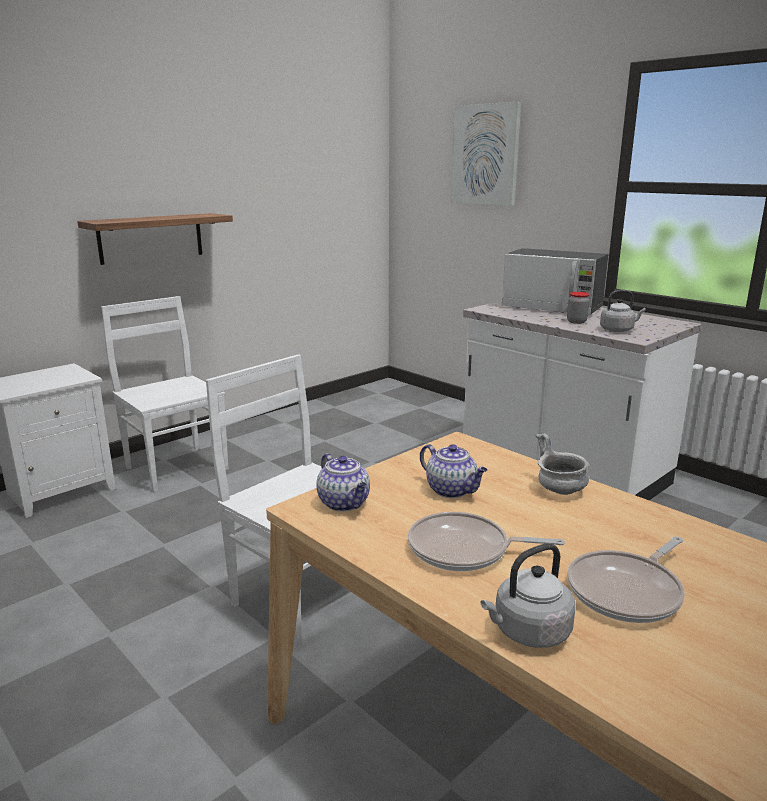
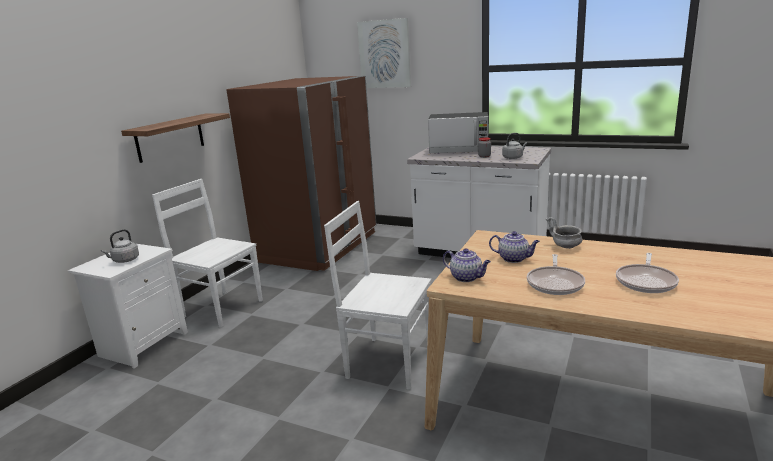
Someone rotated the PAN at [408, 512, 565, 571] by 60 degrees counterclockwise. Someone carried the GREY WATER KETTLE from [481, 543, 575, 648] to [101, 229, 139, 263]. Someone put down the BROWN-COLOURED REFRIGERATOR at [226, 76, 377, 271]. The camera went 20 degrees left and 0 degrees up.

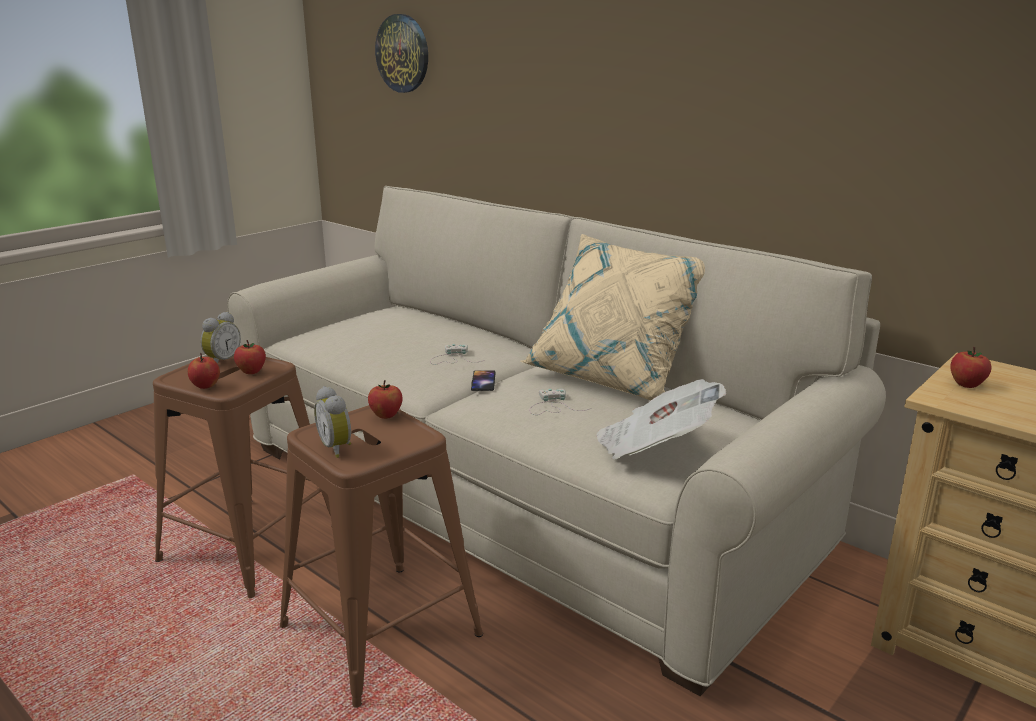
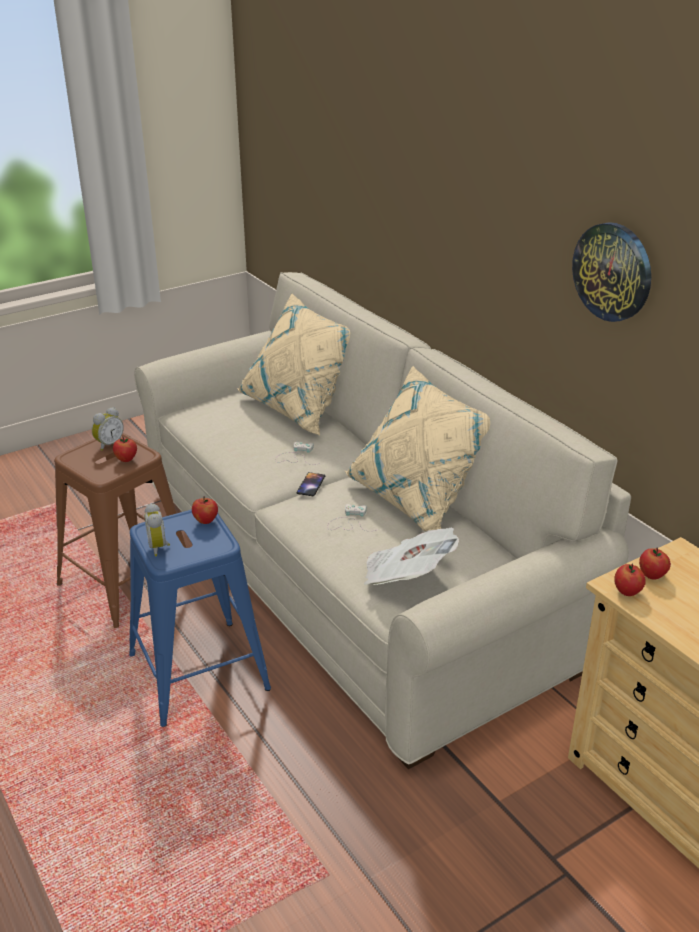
Someone carried the HANGING CLOCK from [375, 14, 428, 93] to [572, 222, 651, 322]. Someone carried the WHOLE APPLE from [188, 353, 220, 389] to [614, 564, 646, 596]. Someone repainted the BROWN-COLOURED SITTING STOOL at [280, 405, 483, 708], which became the BLUISH SITTING STOOL at [129, 510, 271, 727]. Someone put down the BEIGE CUSHION at [237, 293, 350, 436]. The camera went 15 degrees right and 10 degrees up.

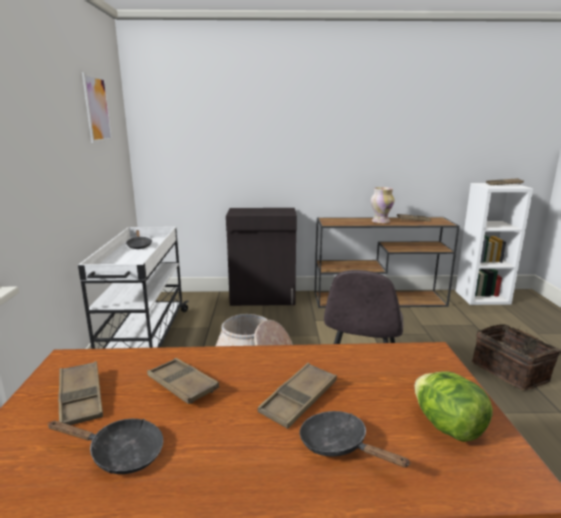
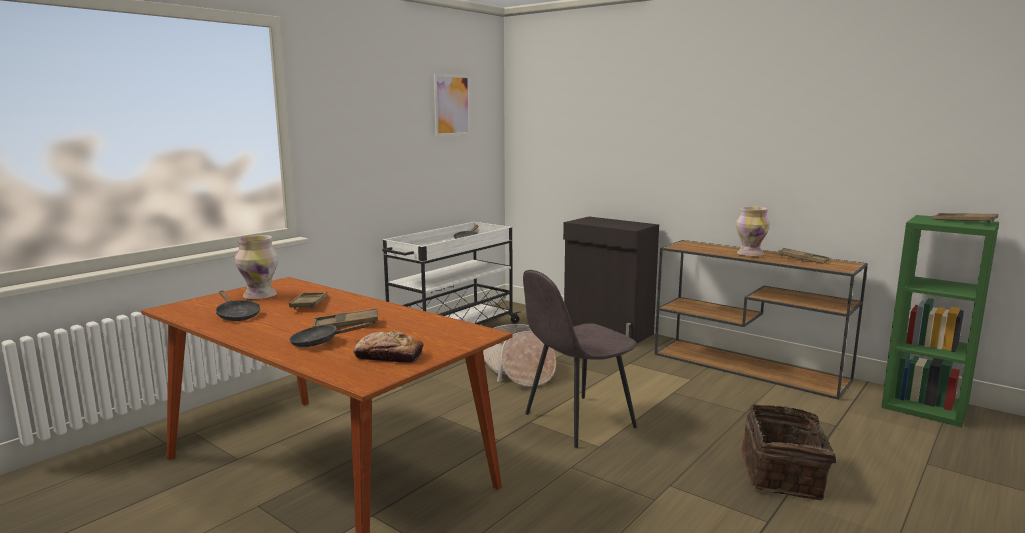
Someone repainted the WHITE BOOKCASE at [456, 183, 533, 305], which became the GREEN-COLOURED BOOKCASE at [881, 215, 999, 427]. Someone swapped the BROWN-COLOURED TRAY at [58, 361, 103, 425] for the VASE at [235, 235, 278, 299]. Someone swapped the LETTUCE HEAD at [415, 371, 493, 442] for the BAKERY BREAD at [353, 331, 423, 363]. Someone rotated the BLACK PAN at [300, 411, 411, 468] by 90 degrees counterclockwise. The camera went 40 degrees right and 5 degrees down.

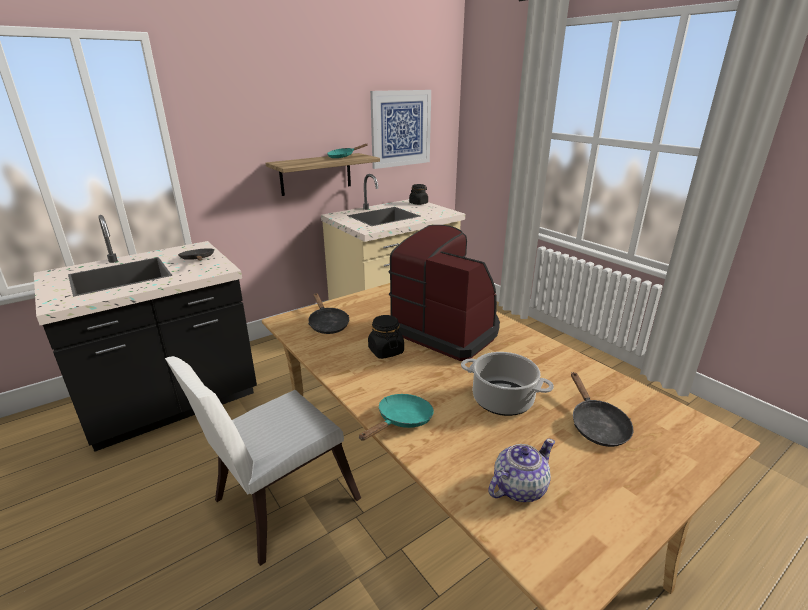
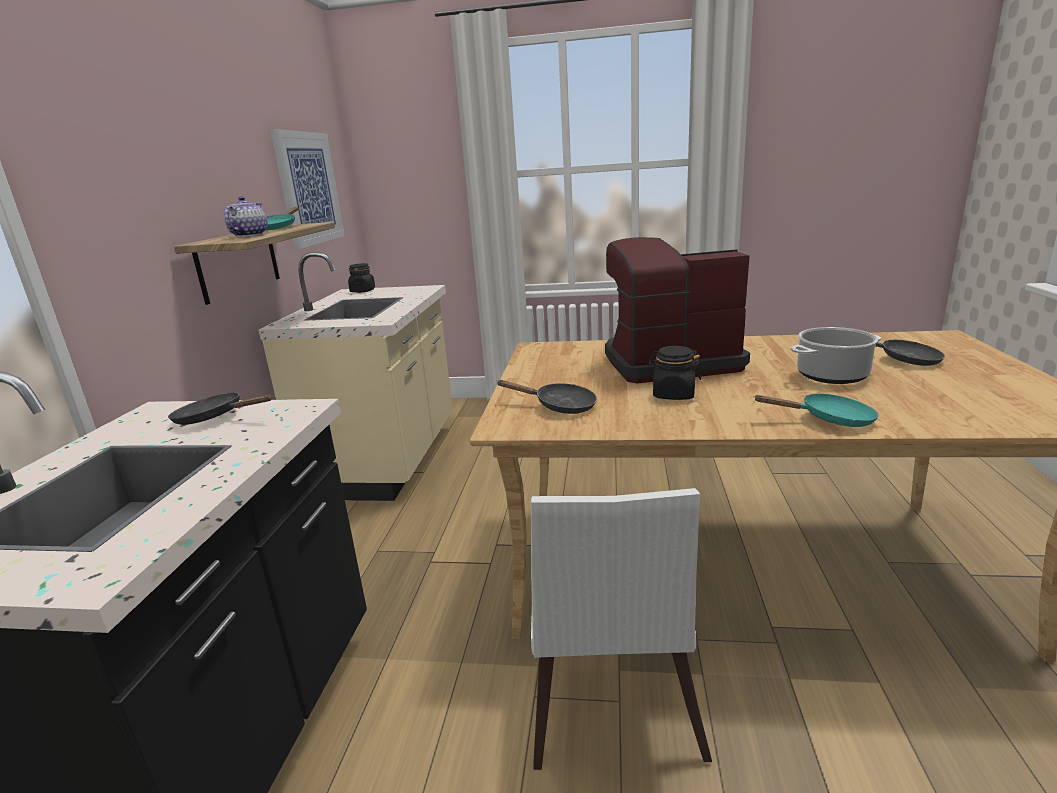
Someone rotated the TURQUOISE PAN at [359, 394, 434, 441] by 105 degrees clockwise. Someone carried the TEAPOT from [488, 439, 555, 502] to [225, 196, 267, 237]. The camera went 45 degrees left and 5 degrees down.

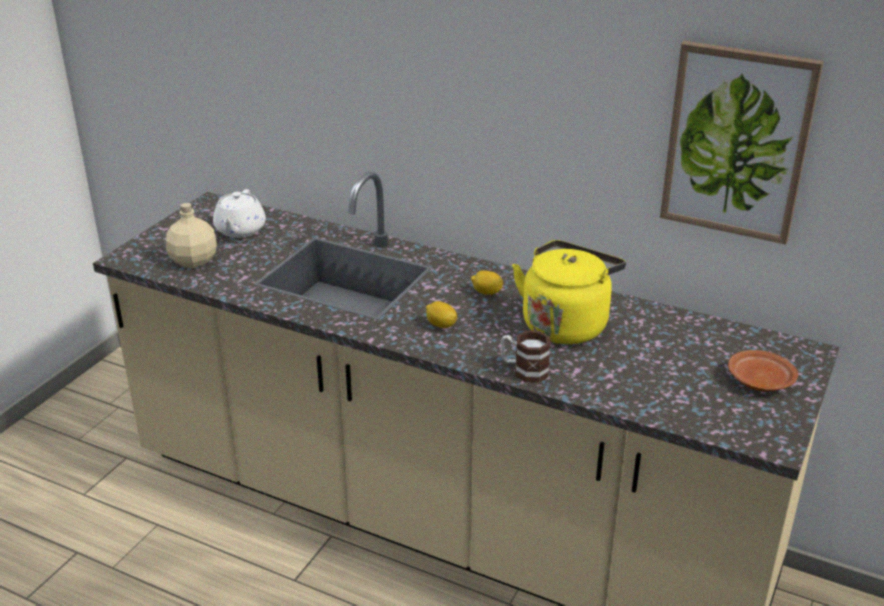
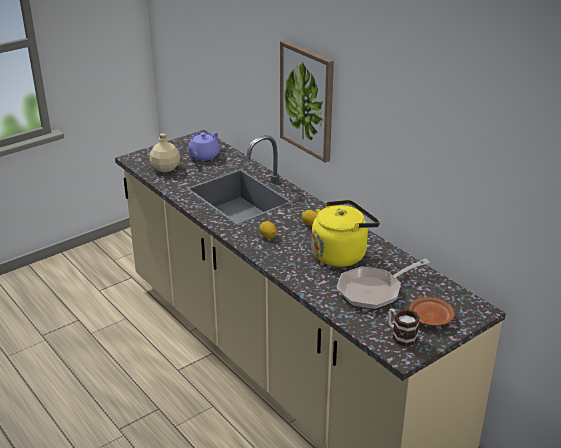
Someone carried the WALL PICTURE from [660, 41, 824, 245] to [280, 40, 334, 163]. Someone repainted the WHITE TEAPOT at [213, 189, 266, 238], which became the PURPLE-COLOURED TEAPOT at [187, 132, 220, 161]. Someone carried the TEA MUG from [501, 331, 551, 383] to [388, 308, 420, 347]. Someone put down the PAN at [337, 259, 430, 309]. The camera went 25 degrees right and 0 degrees up.

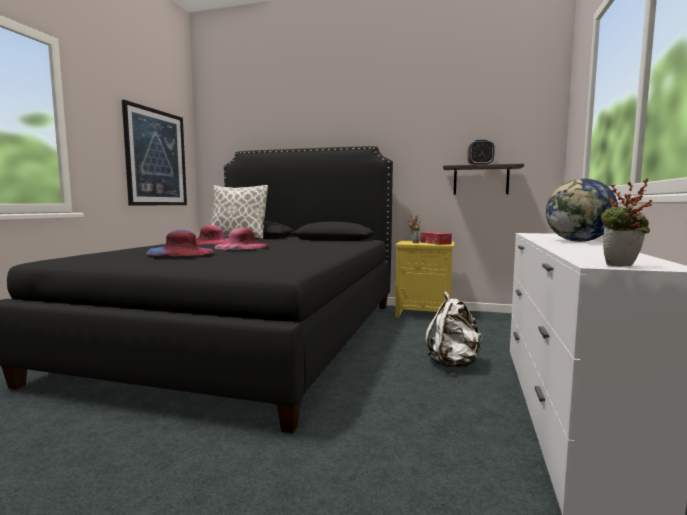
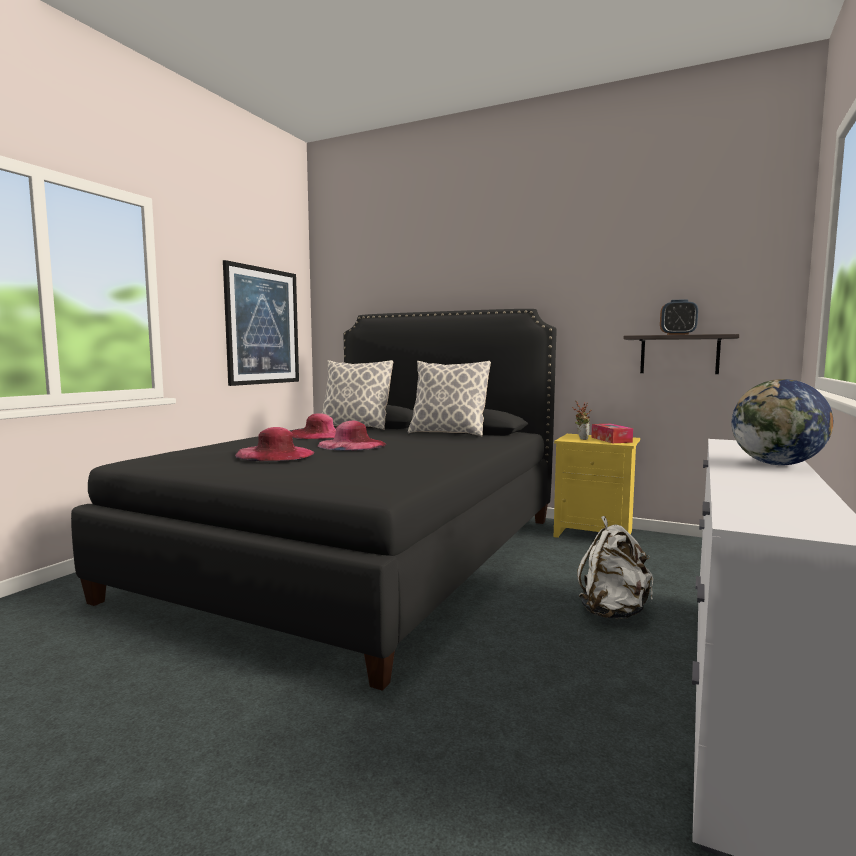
Someone took away the HOUSEPLANT at [601, 178, 652, 267]. Someone repainted the BLUISH CLOTHING HAT at [146, 230, 214, 256], which became the PINK CLOTHING HAT at [235, 427, 314, 461]. Someone put down the CUSHION at [408, 361, 491, 437]. The camera went 10 degrees right and 0 degrees up.

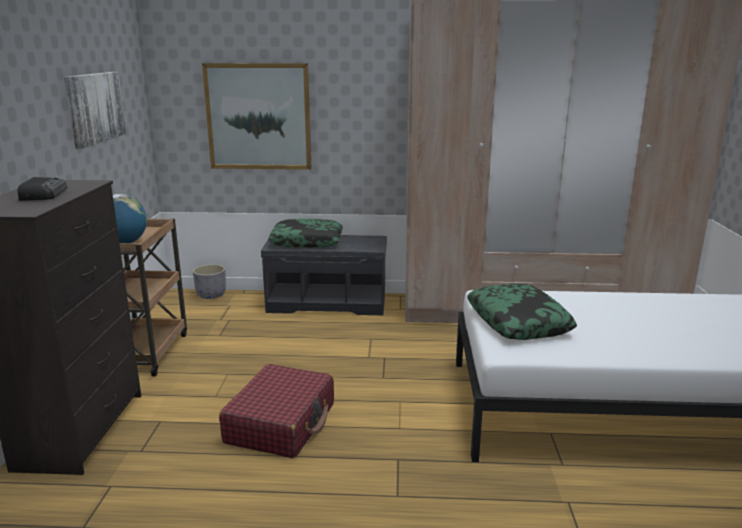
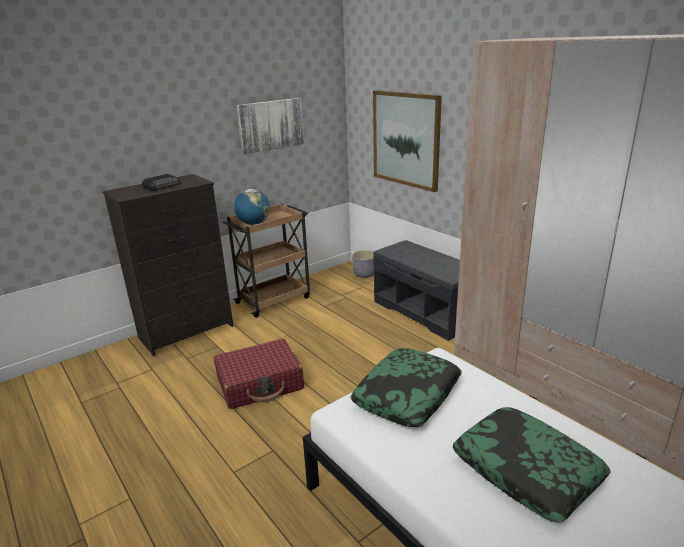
Someone carried the CUSHION from [268, 219, 343, 248] to [453, 407, 611, 522]. The camera went 50 degrees right and 5 degrees up.

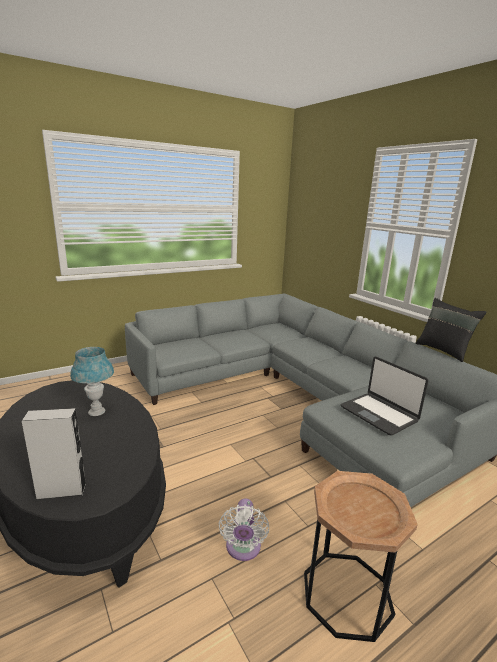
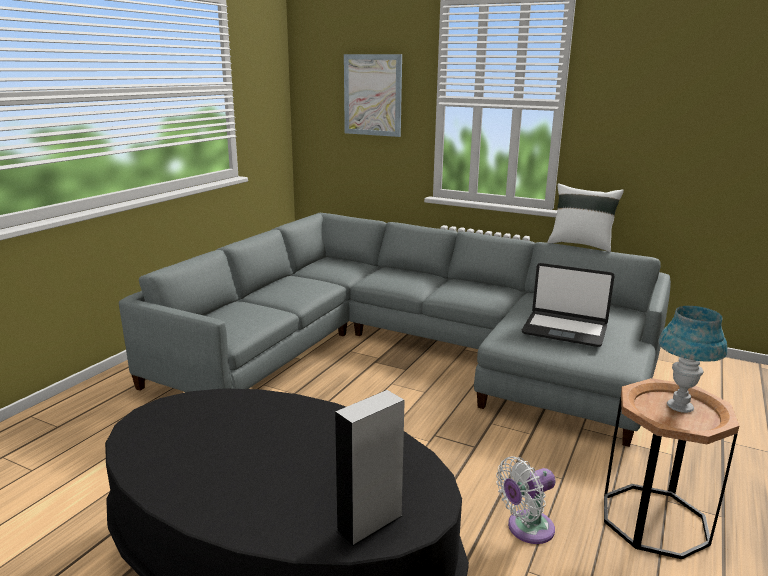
Someone repainted the BLACK CUSHION at [416, 298, 487, 362], which became the WHITE CUSHION at [547, 183, 624, 252]. Someone carried the BLUISH LAMP FOR A TABLE from [70, 347, 114, 416] to [658, 306, 727, 413]. Someone rotated the WHITE COOLING FAN at [219, 498, 269, 561] by 90 degrees clockwise. Someone put up the WALL PICTURE at [344, 54, 402, 137]. The camera went 30 degrees left and 0 degrees up.

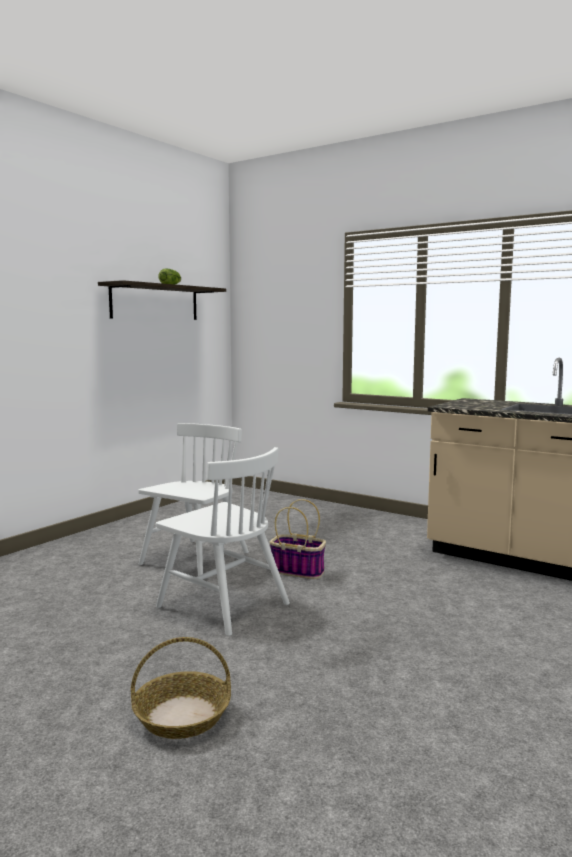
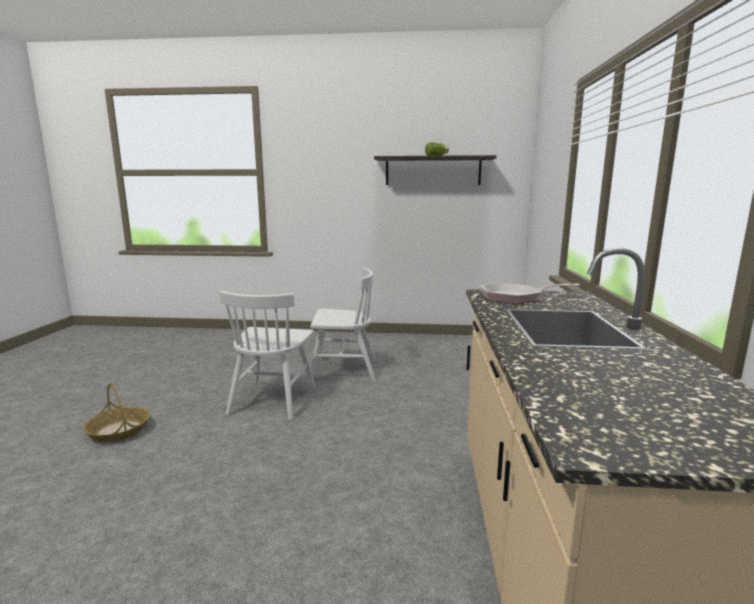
Someone took away the HOUSEHOLD BASKET at [270, 499, 326, 579]. Someone put down the PAN at [480, 282, 580, 304]. The camera went 60 degrees right and 5 degrees up.

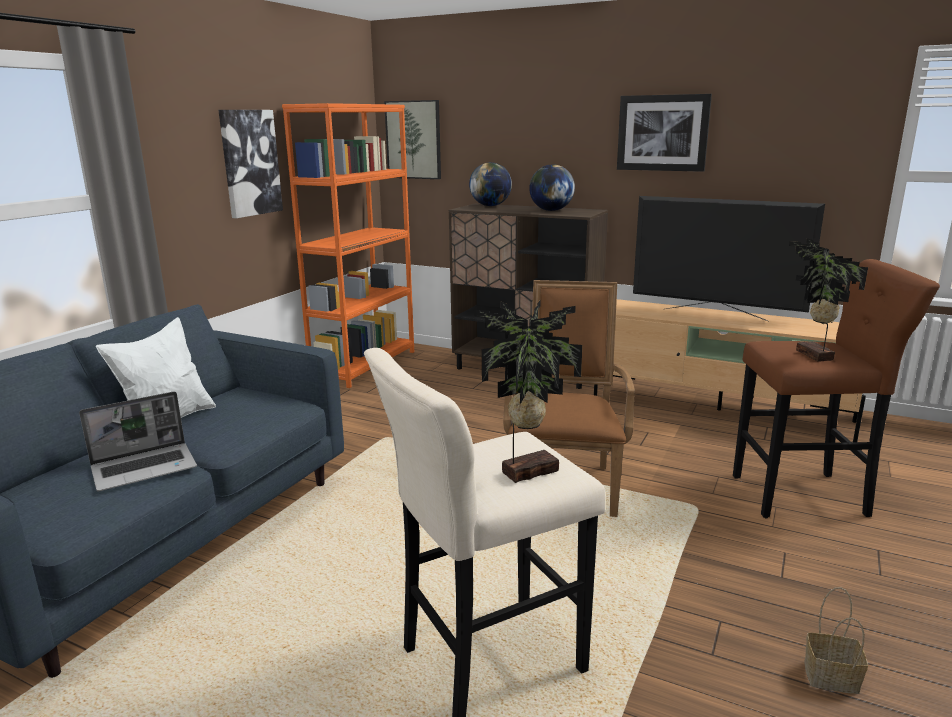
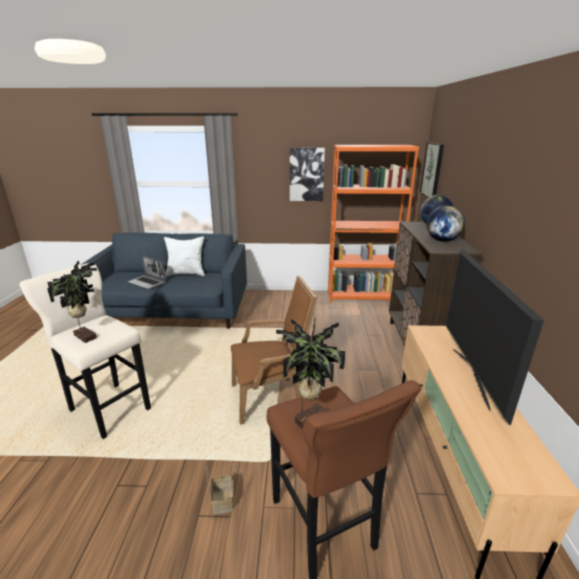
Someone took away the WALL PICTURE at [617, 94, 712, 172]. Someone carried the HOUSEHOLD BASKET from [804, 587, 868, 694] to [206, 463, 234, 514]. The camera went 65 degrees right and 5 degrees up.

